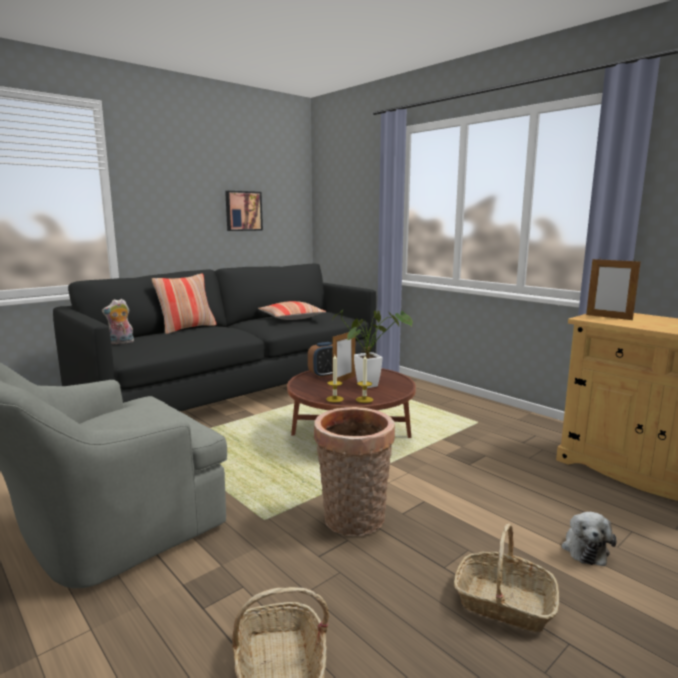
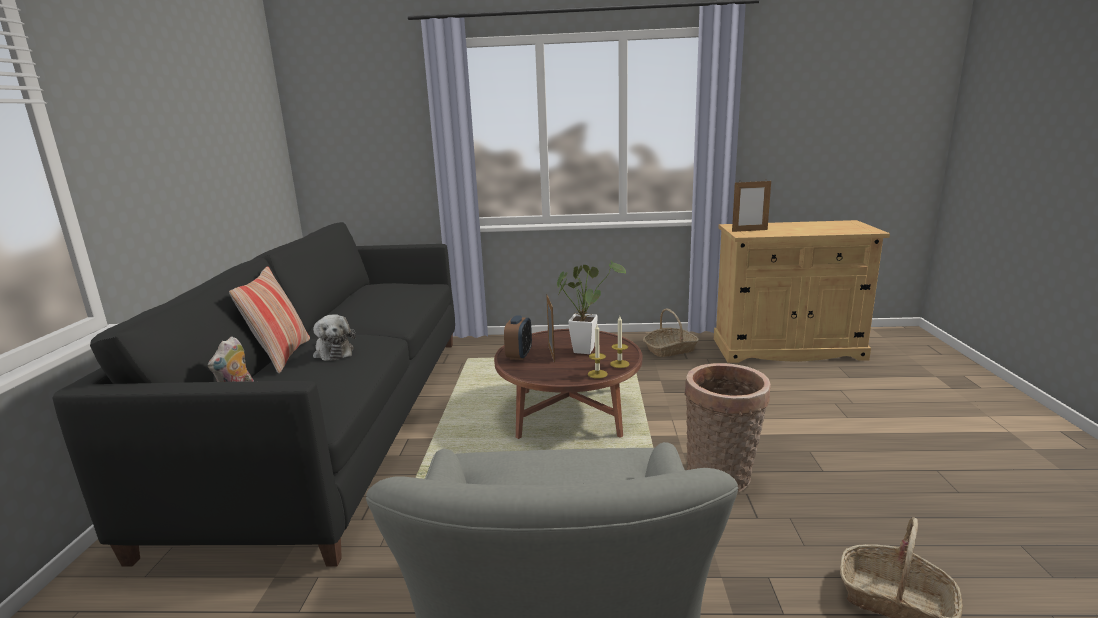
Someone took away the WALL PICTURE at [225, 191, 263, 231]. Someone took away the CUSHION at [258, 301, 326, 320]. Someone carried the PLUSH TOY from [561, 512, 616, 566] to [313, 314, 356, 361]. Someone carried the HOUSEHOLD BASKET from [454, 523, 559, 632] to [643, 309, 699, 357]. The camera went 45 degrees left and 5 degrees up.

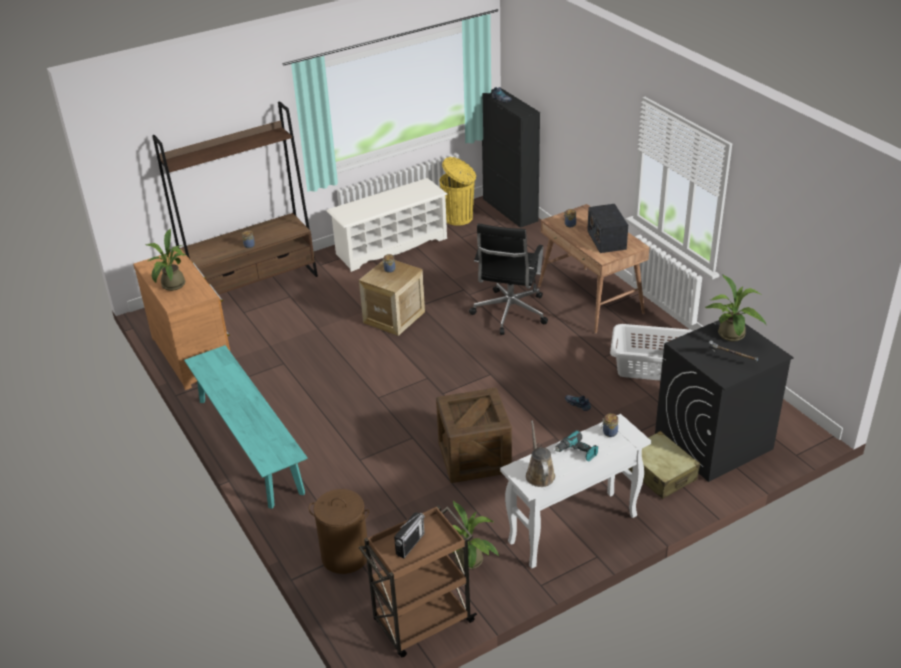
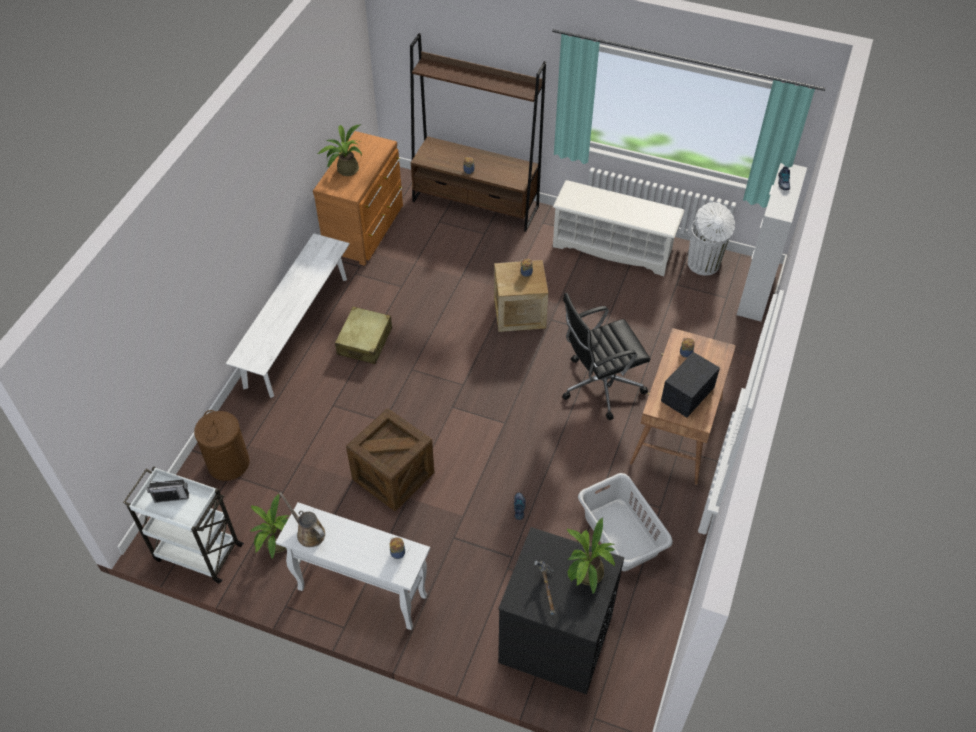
Someone repainted the BLACK CABINET at [482, 88, 540, 228], which became the WHITE CABINET at [737, 163, 807, 322]. Someone repainted the YELLOW-COLOURED RUBBISH BIN at [439, 157, 476, 226], which became the WHITE RUBBISH BIN at [688, 202, 735, 276]. Someone repainted the TURQUOISE BENCH at [184, 345, 308, 509], which became the WHITE BENCH at [226, 233, 350, 398]. Someone rotated the BROWN-COLOURED SPRINKLING CAN at [526, 421, 555, 487] by 90 degrees counterclockwise. Someone took away the ELECTRIC DRILL at [555, 430, 598, 461]. Someone carried the BEIGE SUITCASE from [628, 431, 700, 499] to [335, 307, 392, 364]. Someone repainted the BROWN-COLOURED WHEELED CART at [359, 505, 477, 657], which became the WHITE WHEELED CART at [123, 466, 244, 584]. The camera went 50 degrees right and 15 degrees up.

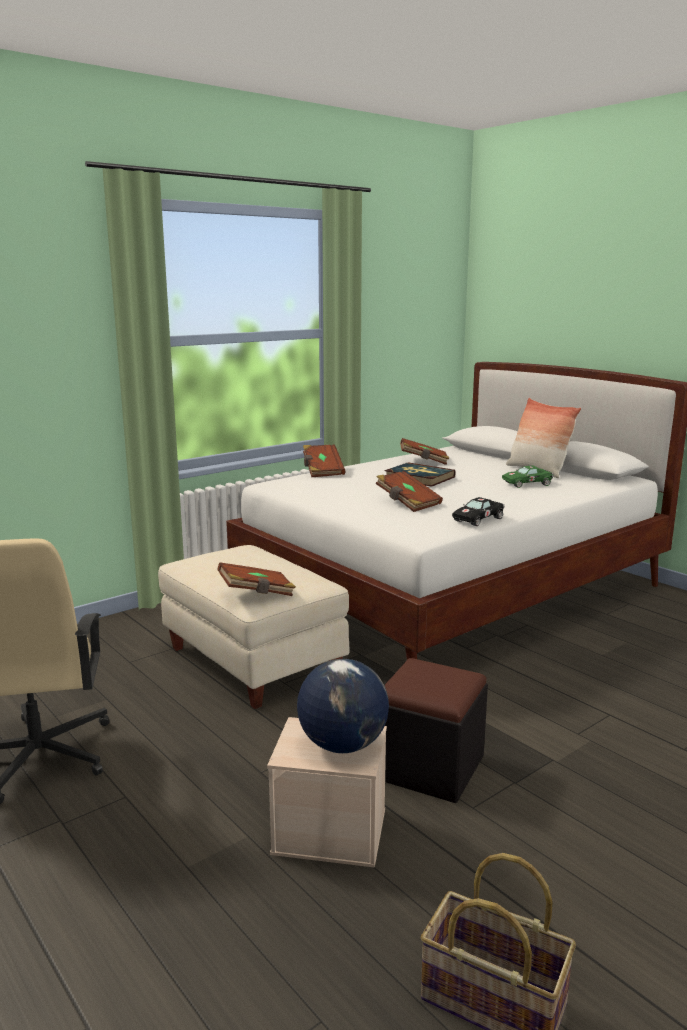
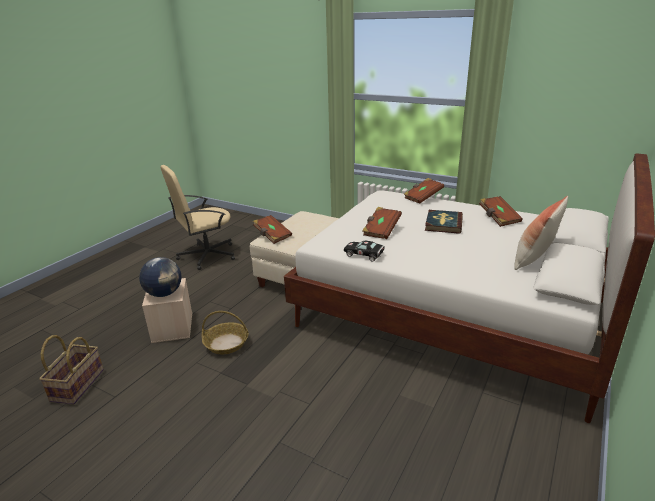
Someone took away the GREEN-COLOURED MINIATURE CAR at [502, 466, 553, 488]. Someone swapped the BLACK POUFFE at [385, 658, 488, 803] for the HOUSEHOLD BASKET at [202, 311, 248, 354]. The camera went 70 degrees right and 10 degrees up.

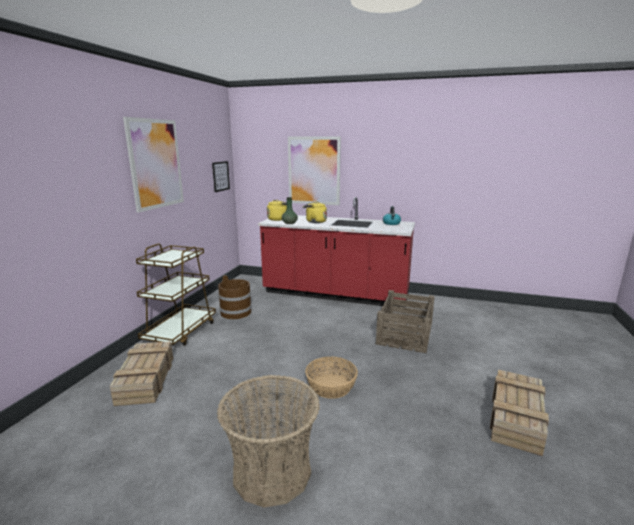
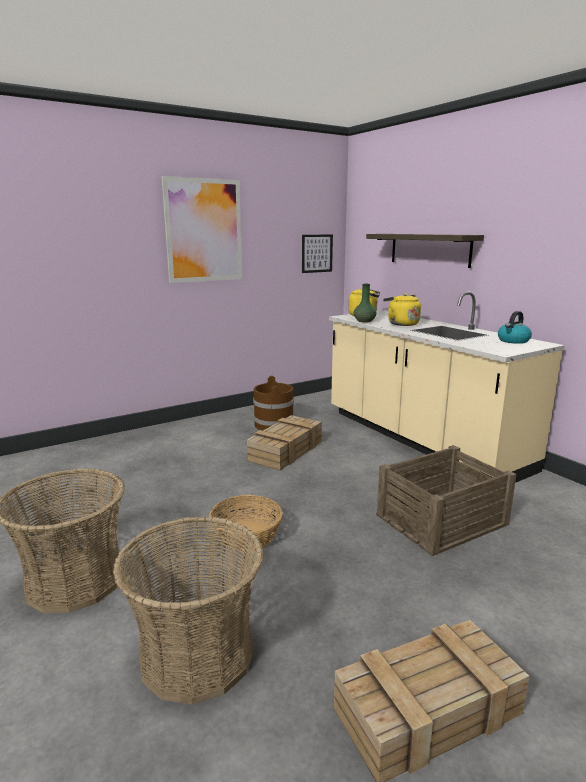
Someone swapped the WALL PICTURE at [288, 136, 341, 205] for the SHELF at [366, 234, 484, 268]. Someone repainted the RED COUNTER at [258, 197, 415, 308], which became the BEIGE COUNTER at [329, 292, 565, 483]. Someone took away the BROWN-COLOURED WHEELED CART at [136, 243, 216, 346]. Someone carried the CRATE from [110, 341, 173, 406] to [247, 415, 322, 470]. Someone put down the HOUSEHOLD BASKET at [113, 516, 264, 704]. The camera went 40 degrees right and 0 degrees up.

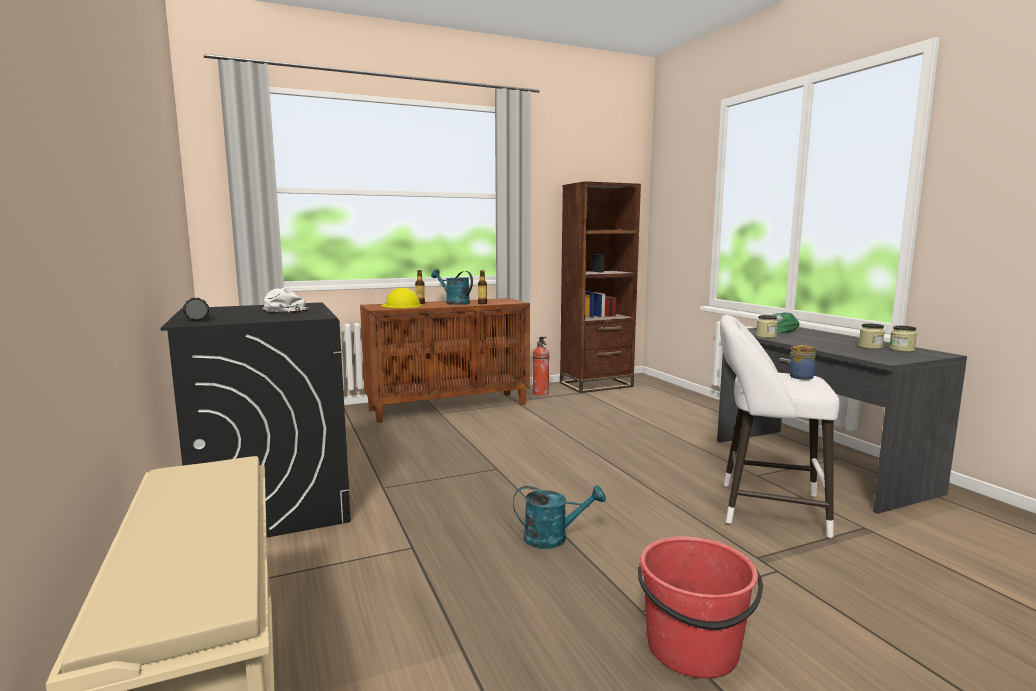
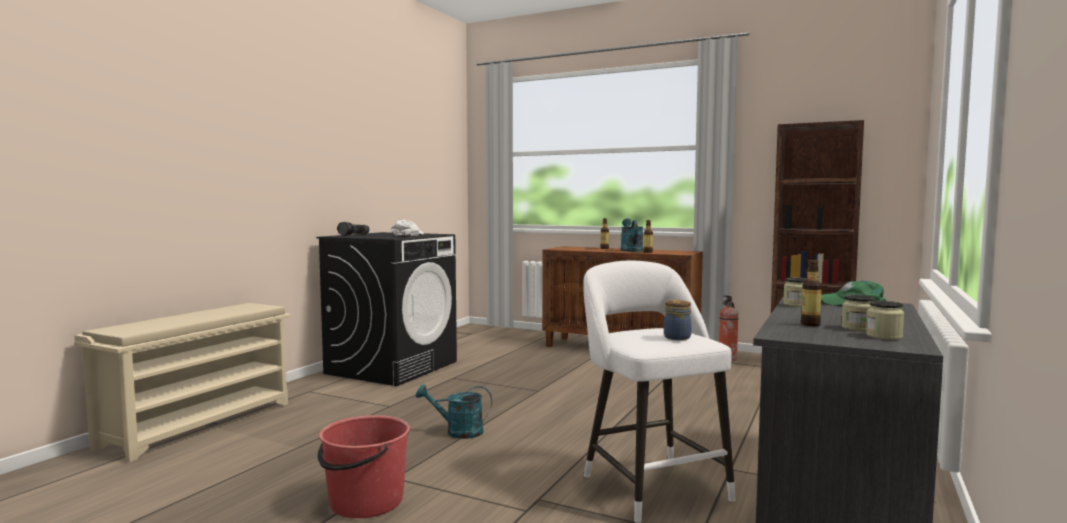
Someone took away the YELLOW-COLOURED HARD HAT at [381, 288, 422, 308]. Someone rotated the TURQUOISE SPRINKLING CAN at [513, 485, 606, 549] by 135 degrees clockwise. Someone put down the BEVERAGE BOTTLE at [801, 260, 822, 326]. The camera went 50 degrees right and 5 degrees down.

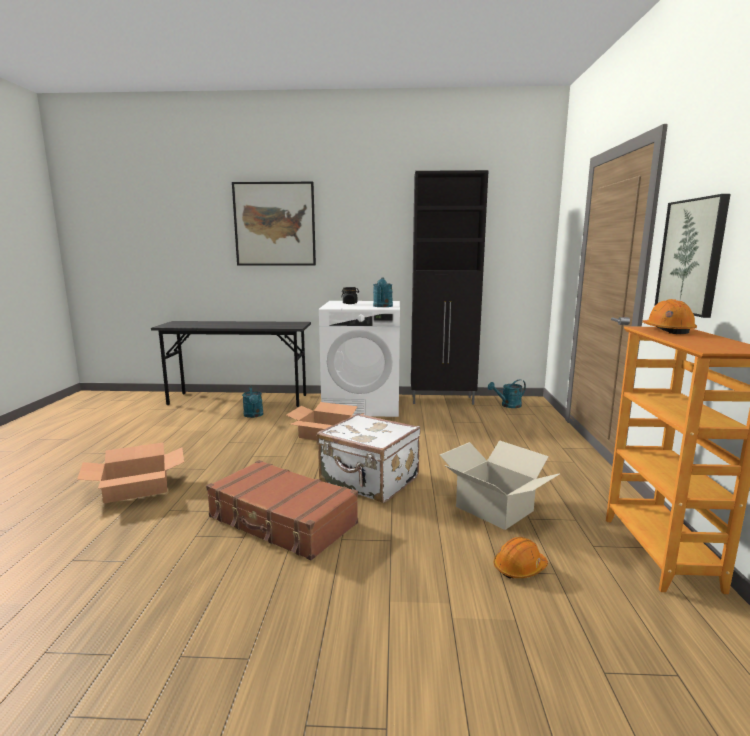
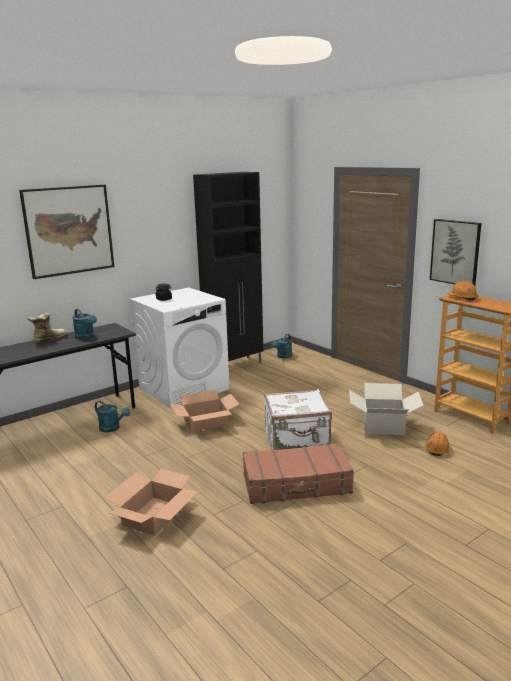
Someone carried the TURQUOISE SPRINKLING CAN from [373, 278, 393, 307] to [72, 309, 97, 340]. Someone put down the TALL BOOT at [28, 313, 68, 342]. The camera went 40 degrees left and 5 degrees up.

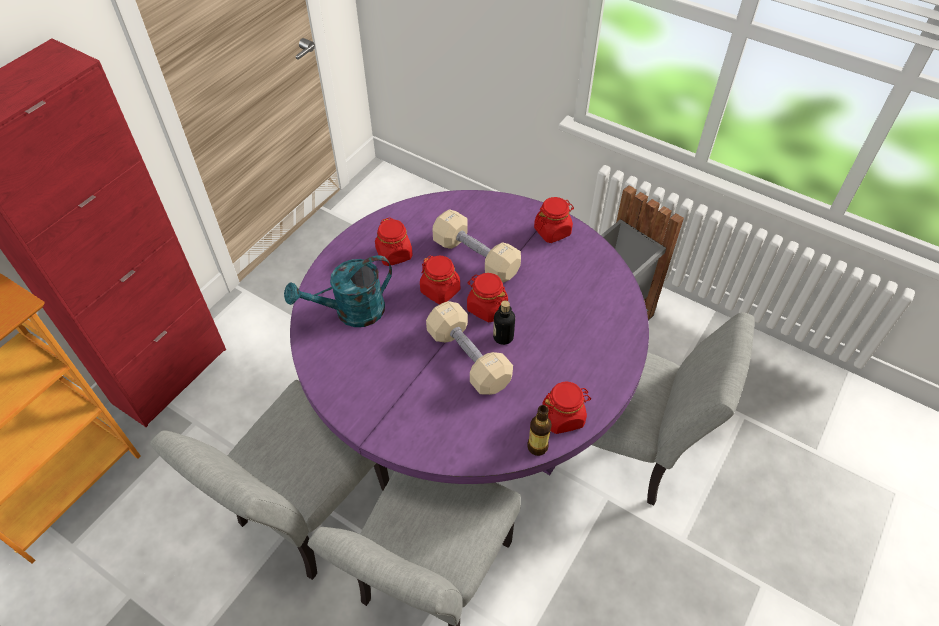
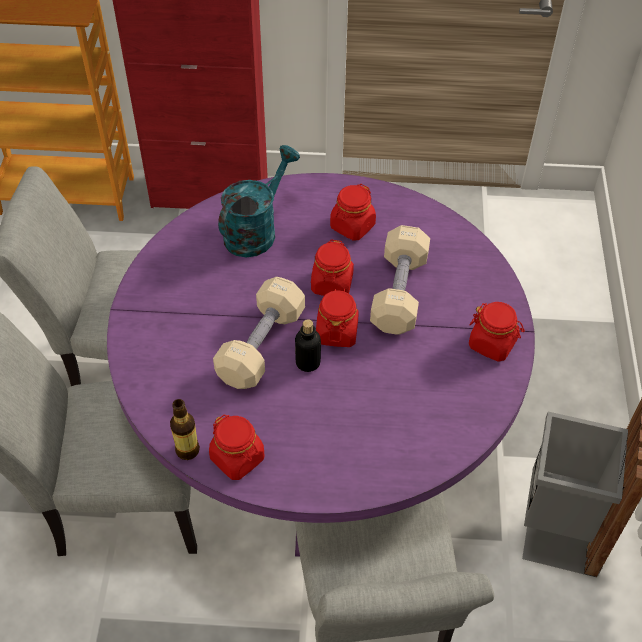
Someone rotated the TURQUOISE SPRINKLING CAN at [284, 255, 392, 327] by 90 degrees clockwise. The camera went 60 degrees right and 0 degrees up.

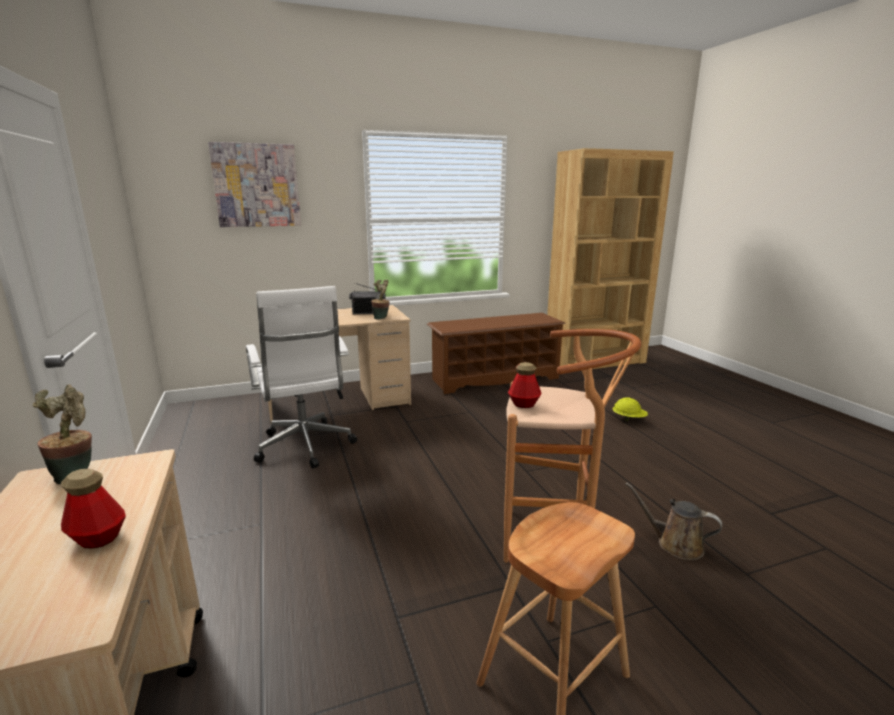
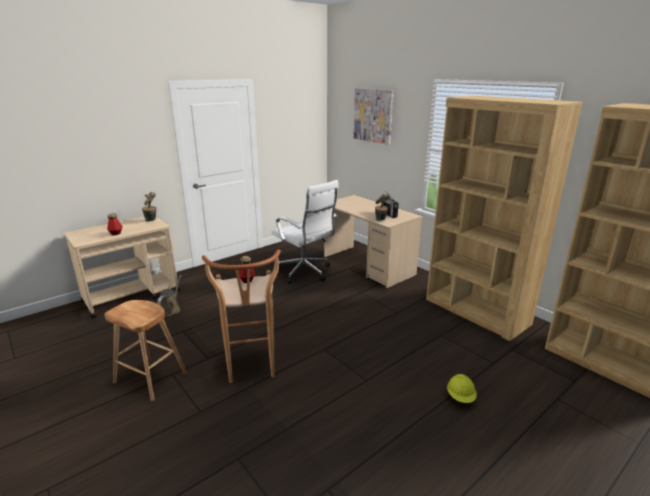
Someone rotated the WHITE DESK CHAIR at [246, 286, 357, 469] by 90 degrees counterclockwise. Someone swapped the BROWN-COLOURED SHOE STAND at [427, 313, 566, 394] for the BROWN-COLOURED BOOKCASE at [426, 96, 583, 341]. Someone carried the BROWN-COLOURED SPRINKLING CAN from [626, 482, 722, 560] to [157, 275, 182, 317]. The camera went 70 degrees right and 5 degrees up.

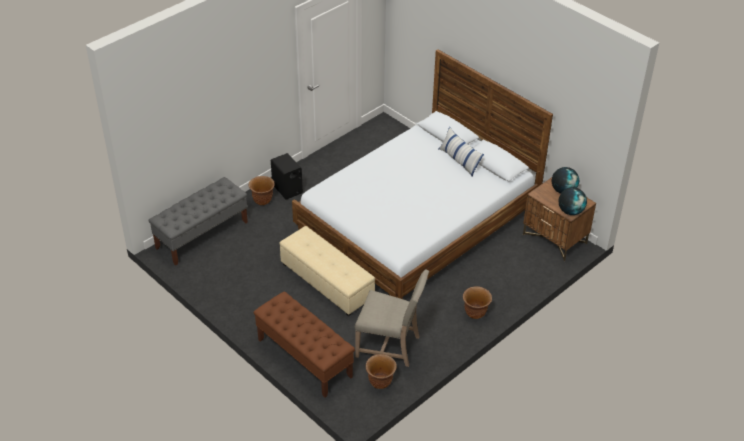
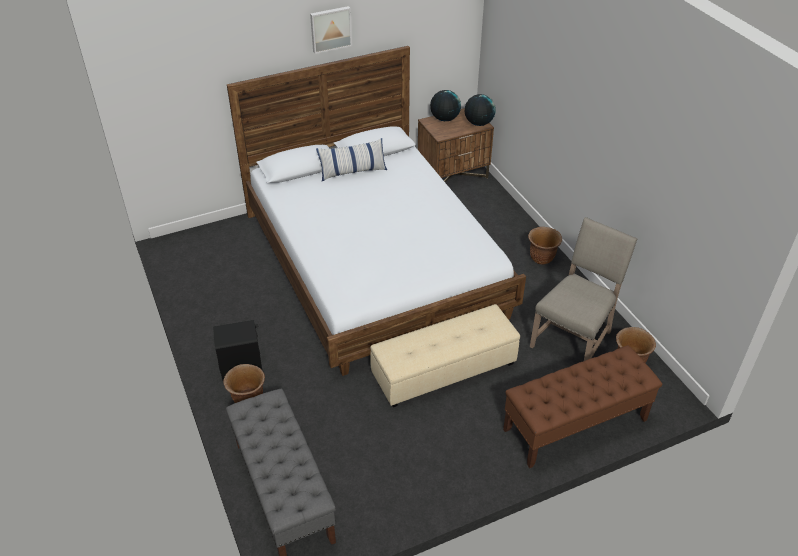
Someone put up the WALL PICTURE at [310, 6, 352, 54]. The camera went 70 degrees left and 0 degrees up.

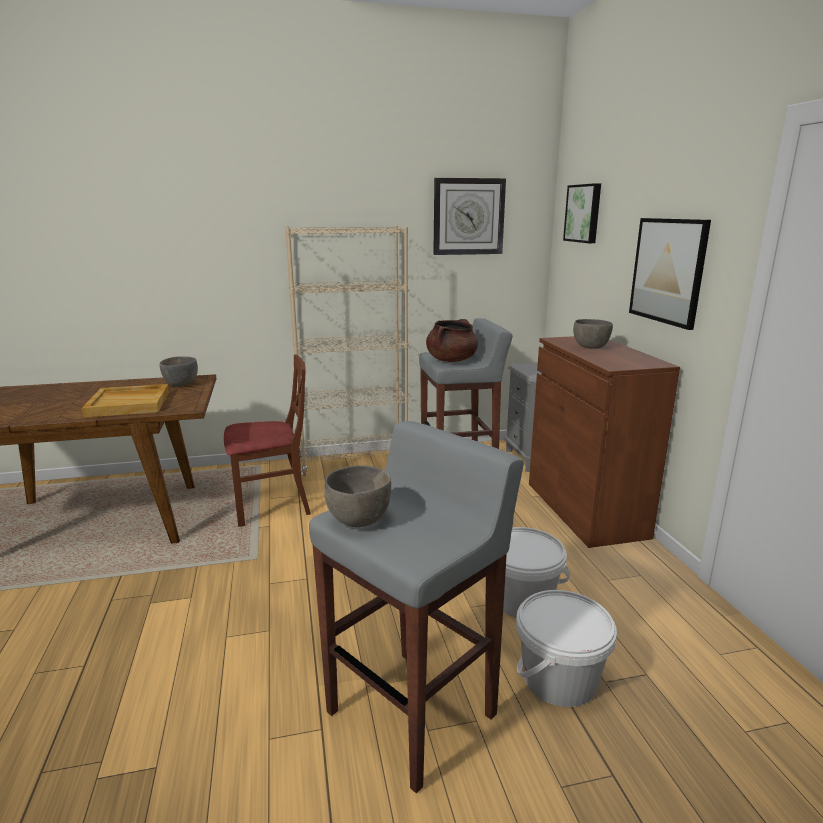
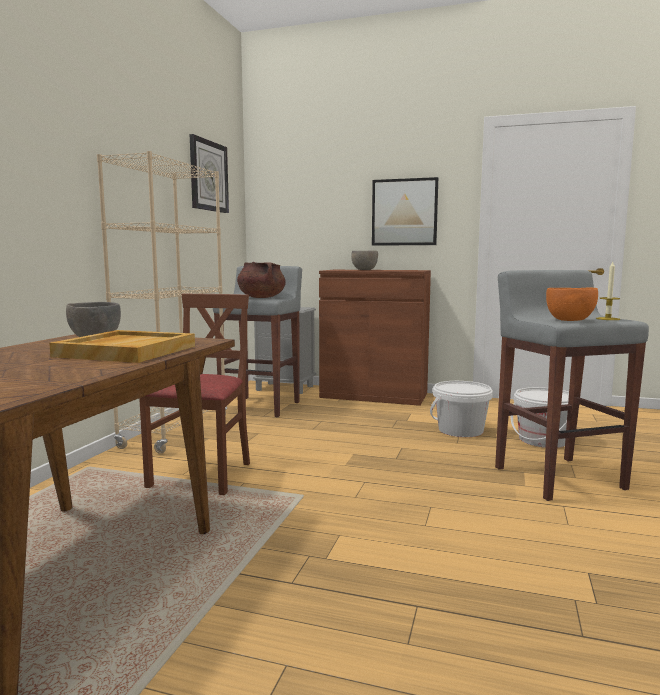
Someone took away the WALL PICTURE at [563, 183, 601, 243]. Someone repainted the GREY SERVING BOWL at [324, 465, 391, 527], which became the ORANGE SERVING BOWL at [546, 288, 598, 321]. Someone put down the CANDLE at [596, 262, 620, 320]. The camera went 60 degrees left and 10 degrees down.

